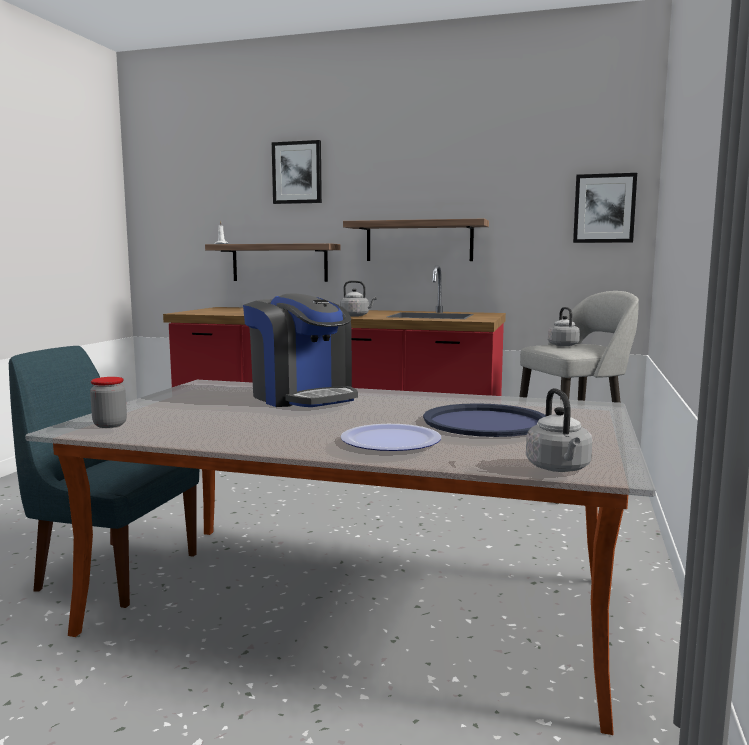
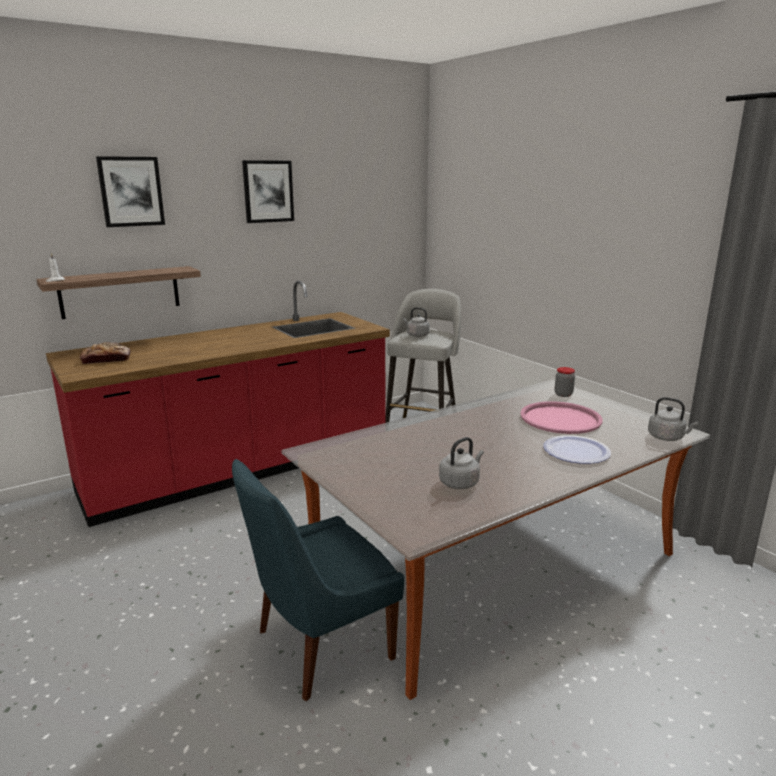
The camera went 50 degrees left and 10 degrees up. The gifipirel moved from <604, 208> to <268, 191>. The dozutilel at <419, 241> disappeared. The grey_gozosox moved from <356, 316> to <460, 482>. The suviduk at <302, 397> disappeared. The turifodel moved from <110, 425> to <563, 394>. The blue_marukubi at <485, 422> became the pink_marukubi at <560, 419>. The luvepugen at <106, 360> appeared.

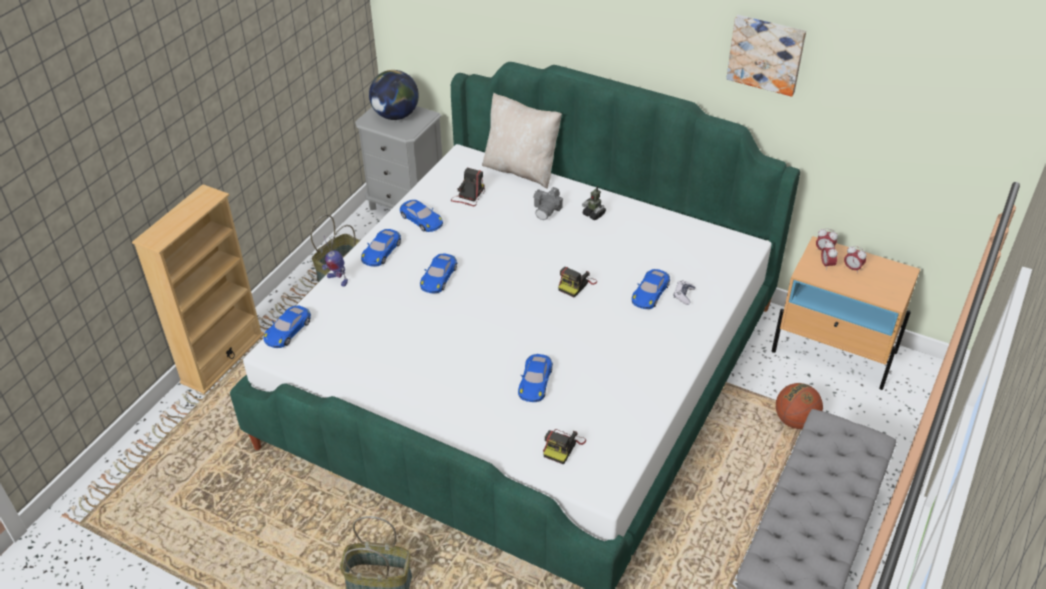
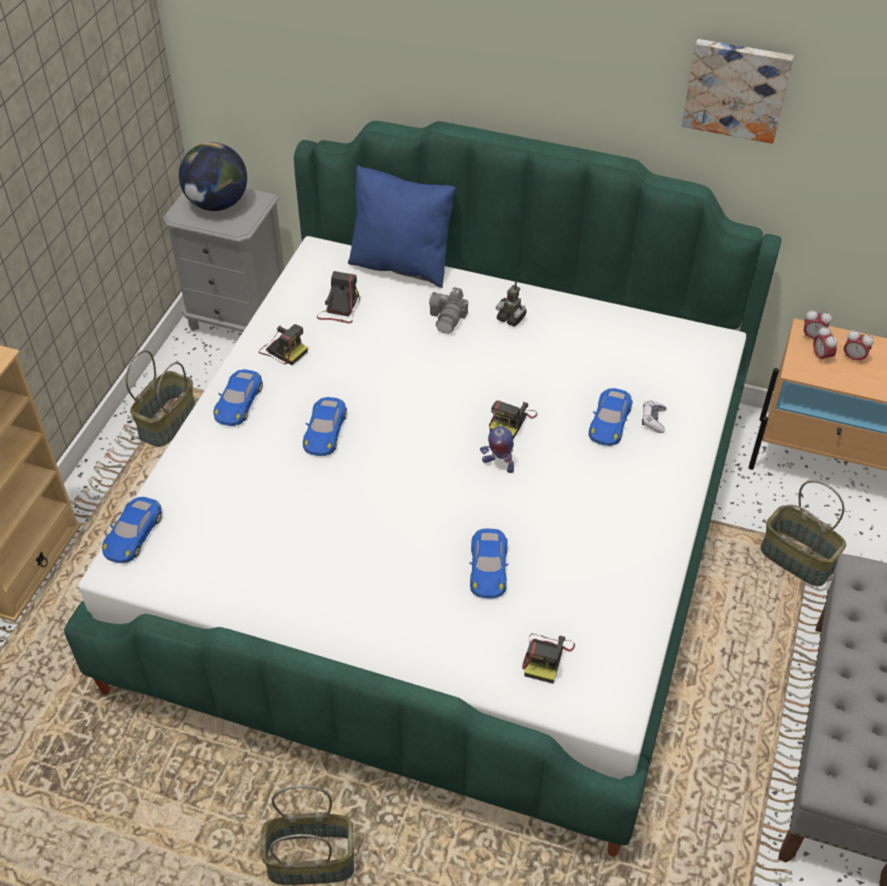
The camera went 10 degrees left and 5 degrees up. The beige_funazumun at <521, 169> became the blue_funazumun at <402, 264>. The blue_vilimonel at <421, 219> was replaced by the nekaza at <283, 349>. The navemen moved from <337, 280> to <498, 464>. The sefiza at <795, 420> was replaced by the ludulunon at <798, 559>.

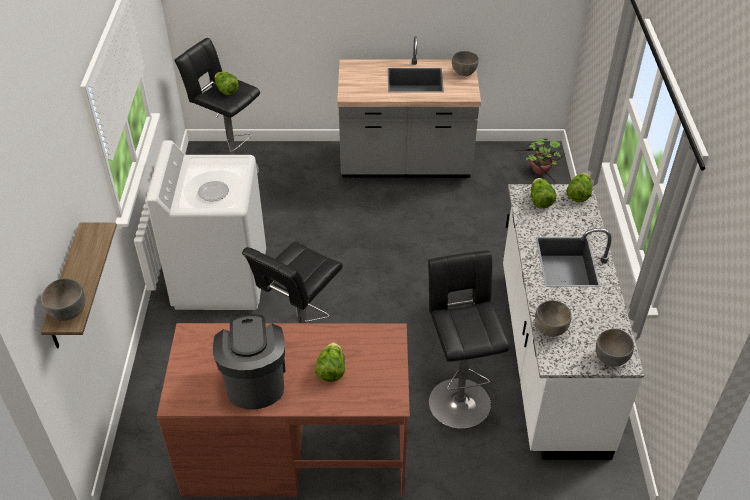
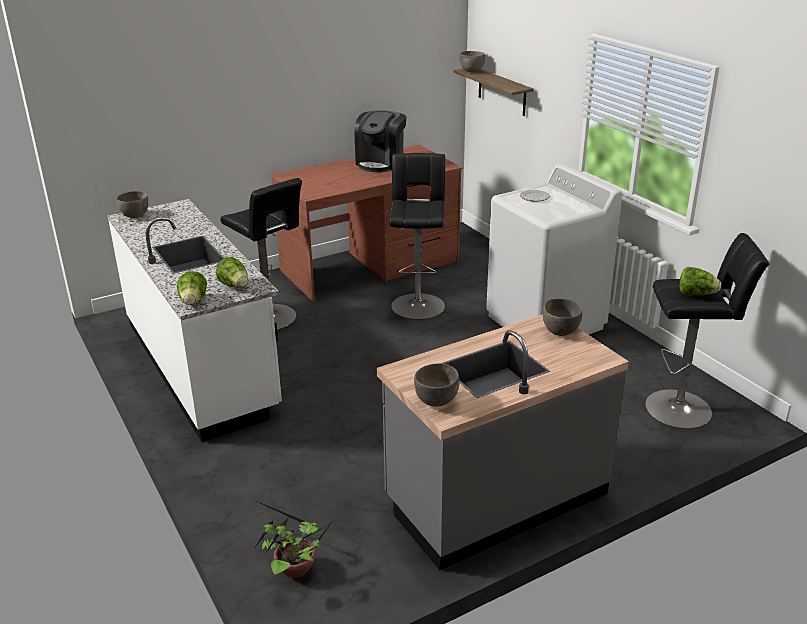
The camera went 150 degrees right and 15 degrees down. The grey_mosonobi moved from <550, 329> to <560, 331>. The suviduk at <254, 380> turned 60 degrees clockwise. The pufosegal at <331, 370> disappeared.

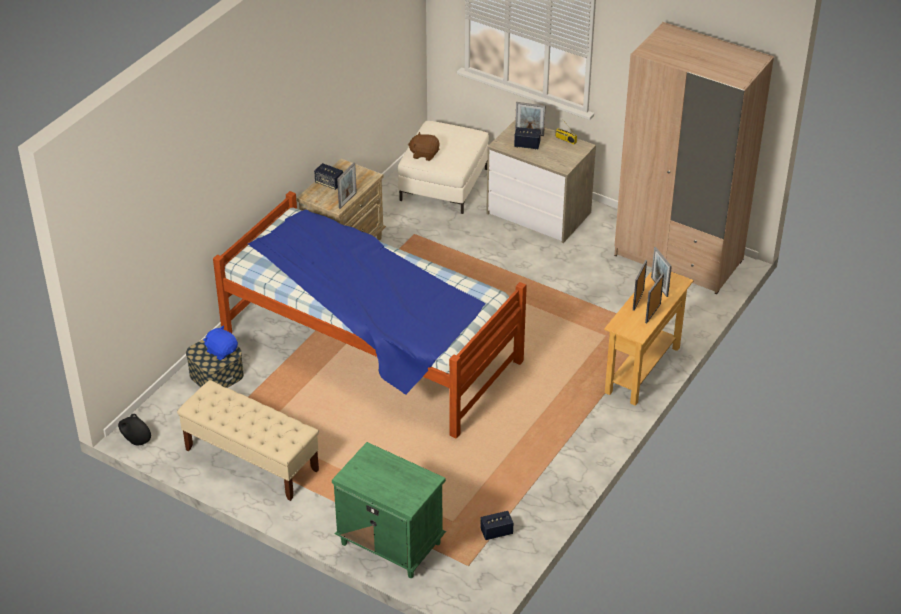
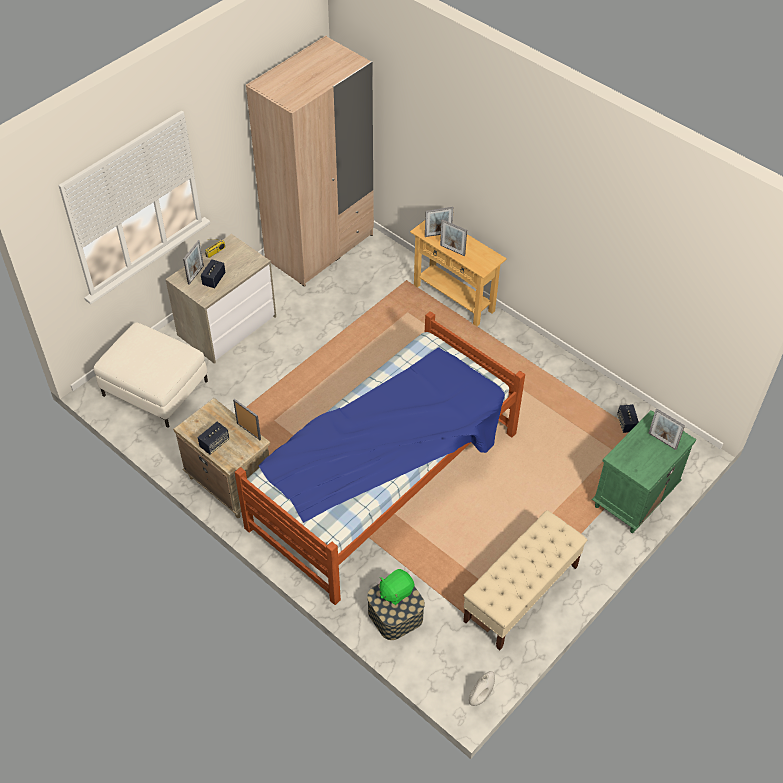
The camera went 80 degrees left and 10 degrees up. The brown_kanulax at <424, 154> disappeared. The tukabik moved from <653, 313> to <662, 441>. The blue_kanulax at <221, 351> became the green_kanulax at <396, 592>. The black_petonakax at <136, 441> became the white_petonakax at <480, 696>.

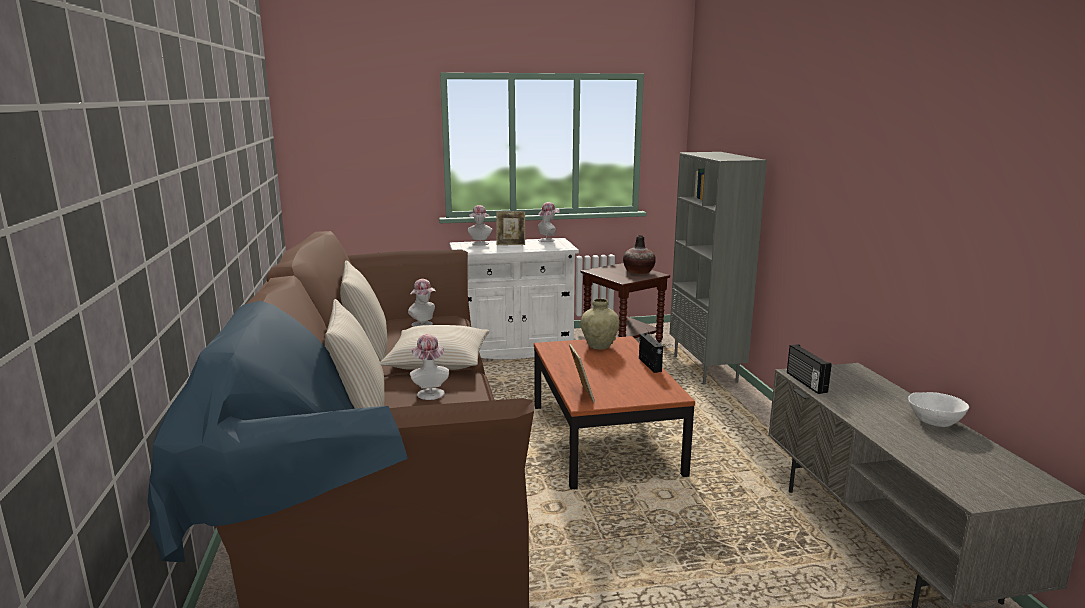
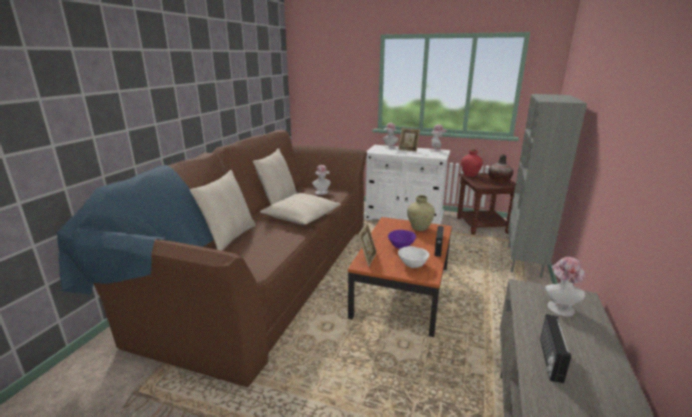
The camera went 30 degrees right and 5 degrees up. The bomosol moved from <430, 392> to <559, 306>. The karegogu moved from <805, 382> to <549, 359>. The white_mosonobi moved from <935, 421> to <413, 264>. The red_petonakax at <470, 175> appeared. The purple_mosonobi at <401, 246> appeared.

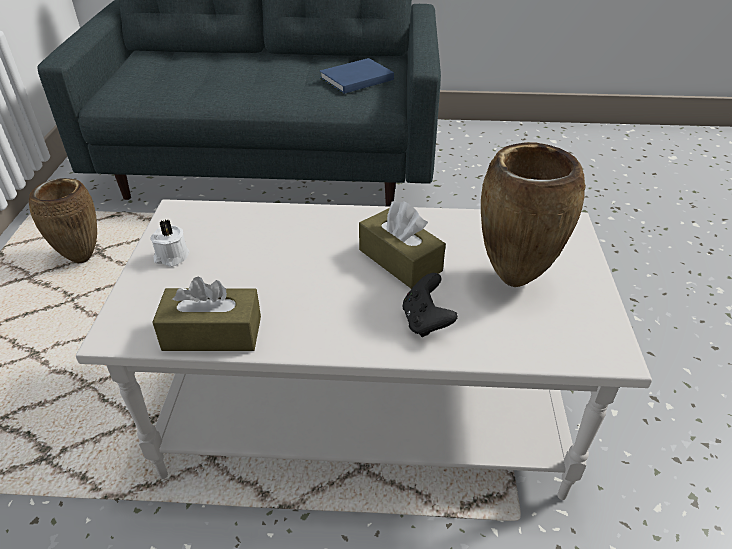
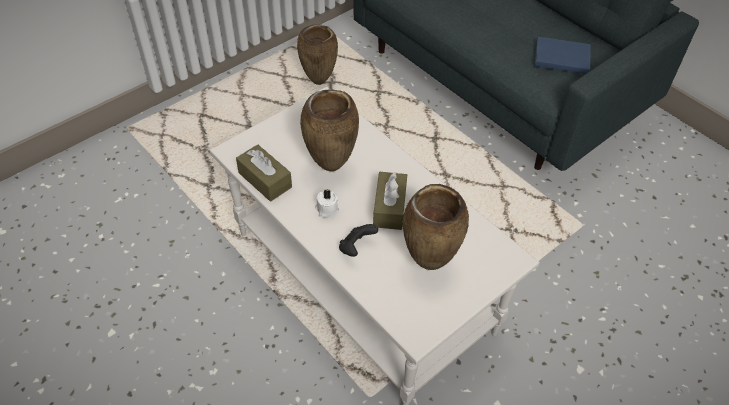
The camera went 45 degrees right and 10 degrees up. The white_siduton moved from <171, 257> to <326, 209>. The brown_petonakax at <330, 165> appeared.

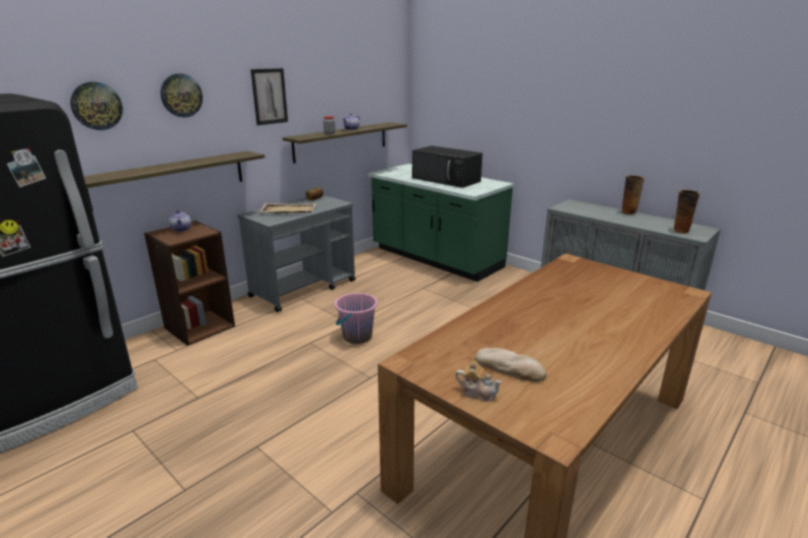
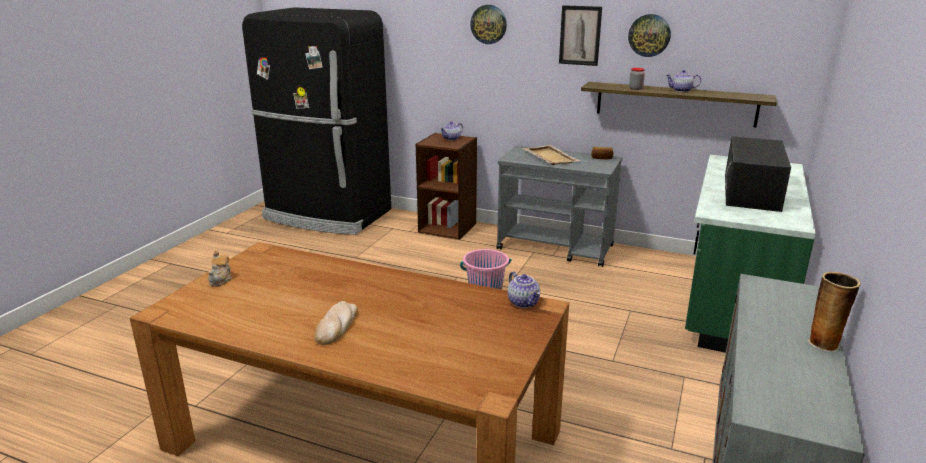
The camera went 70 degrees right and 0 degrees up. The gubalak moved from <96, 106> to <649, 35>. The dozutilel at <170, 179> disappeared. The petonakax at <680, 231> disappeared. The luvepugen moved from <509, 368> to <336, 326>. The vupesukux at <524, 303> appeared.

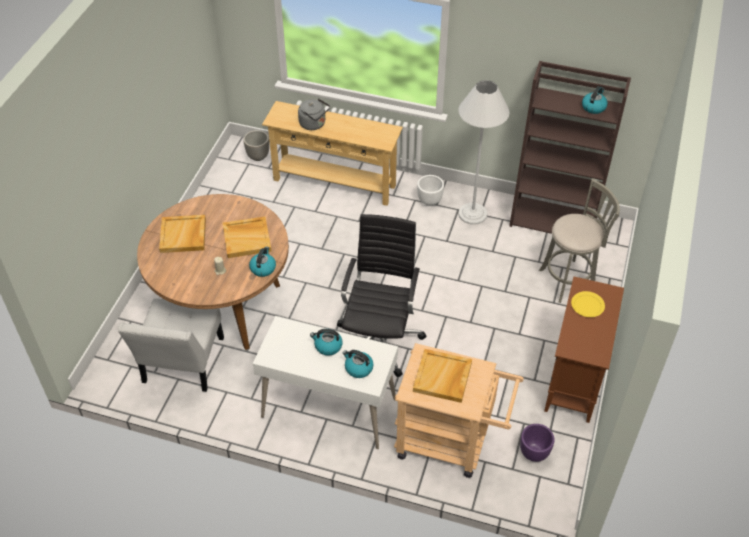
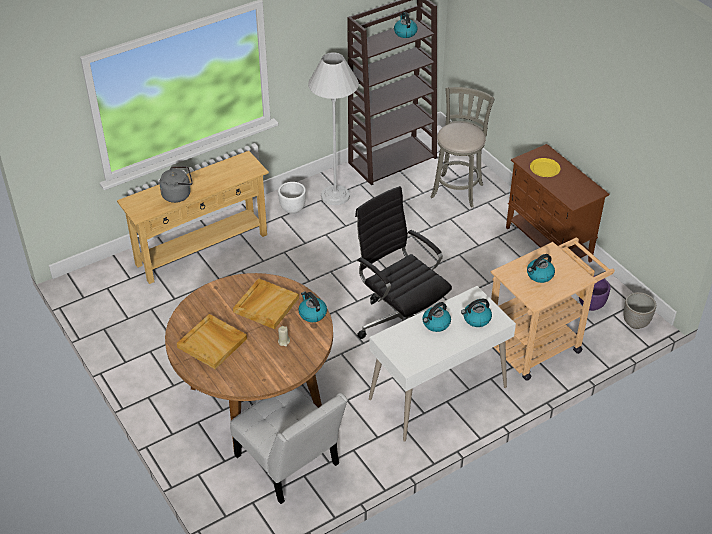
The camera went 50 degrees left and 5 degrees down. The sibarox moved from <258, 156> to <635, 323>. The beige_marukubi at <442, 377> was replaced by the gozosox at <539, 275>.

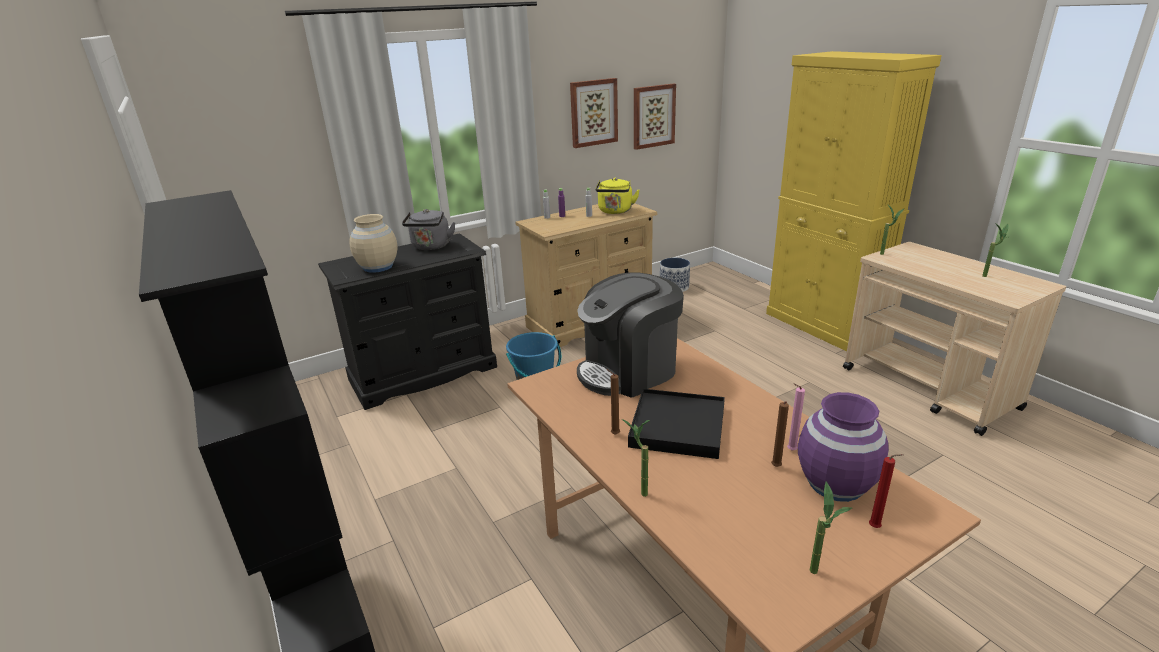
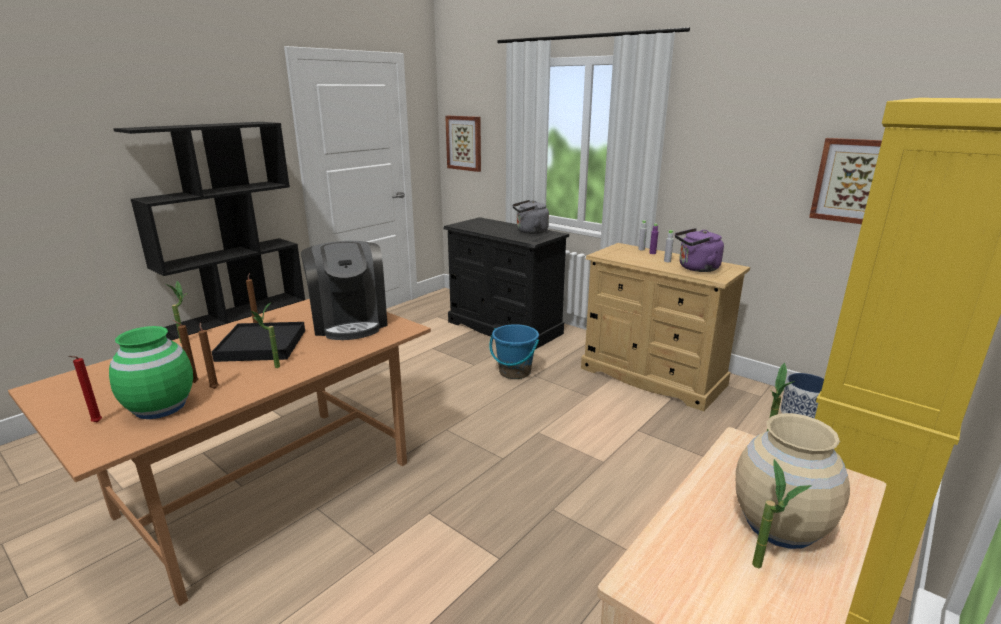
The camera went 70 degrees right and 5 degrees down. The gifipirel moved from <593, 112> to <464, 143>. The yellow_gozosox at <615, 211> became the purple_gozosox at <696, 268>. The beige_petonakax moved from <378, 267> to <780, 525>. The suviduk at <629, 371> turned 150 degrees counterclockwise. The pink_siduton at <790, 450> became the brown_siduton at <214, 388>. The purple_petonakax at <835, 484> became the green_petonakax at <160, 407>. The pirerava moved from <819, 577> to <271, 368>.

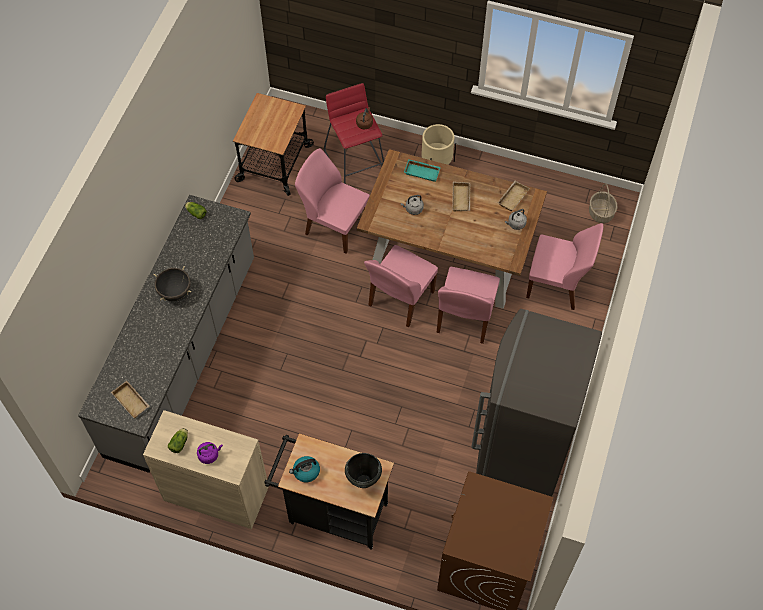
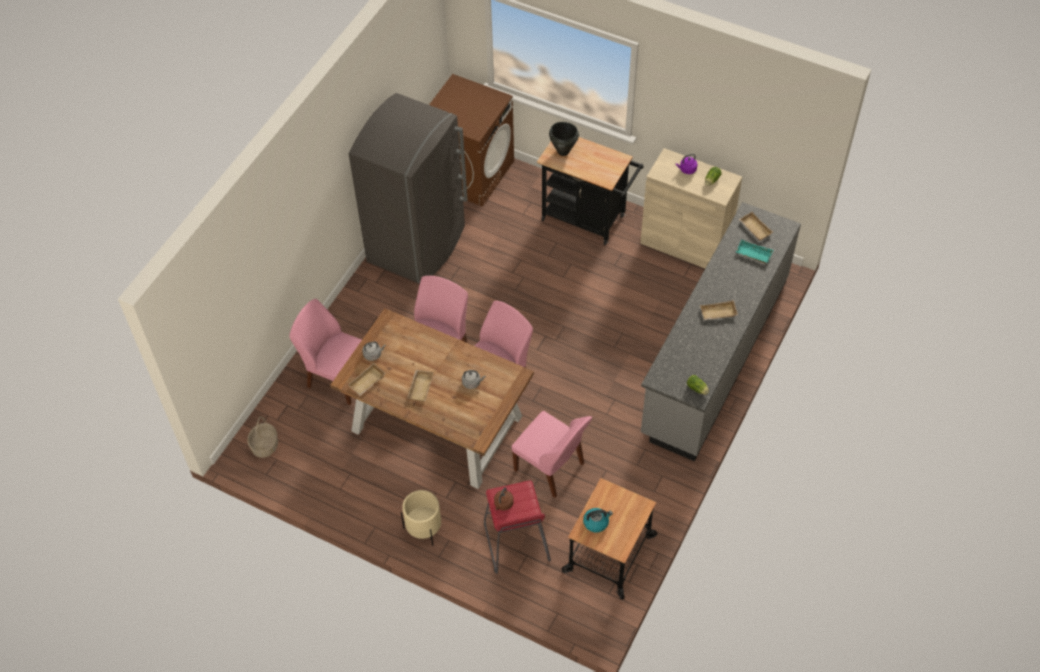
The camera went 170 degrees left and 5 degrees down. The turquoise_marukubi moved from <422, 171> to <753, 254>. The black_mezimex at <175, 292> was replaced by the beige_marukubi at <718, 313>. The gozosox moved from <306, 472> to <596, 522>.

